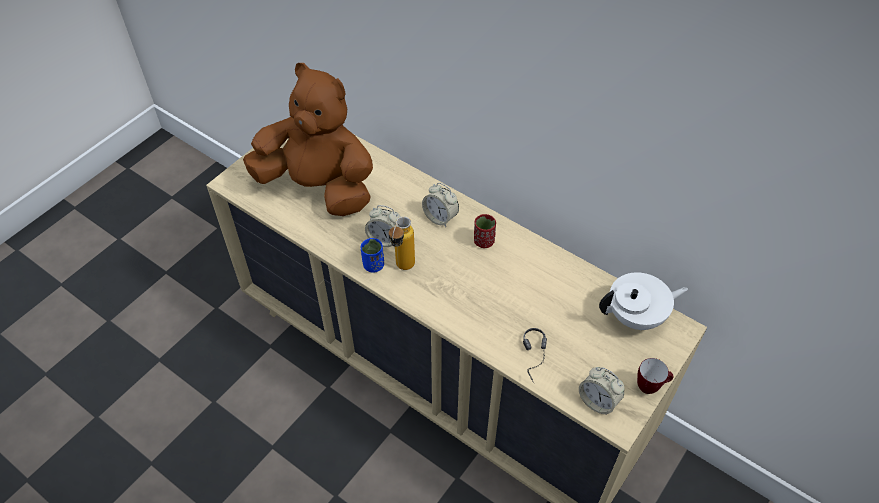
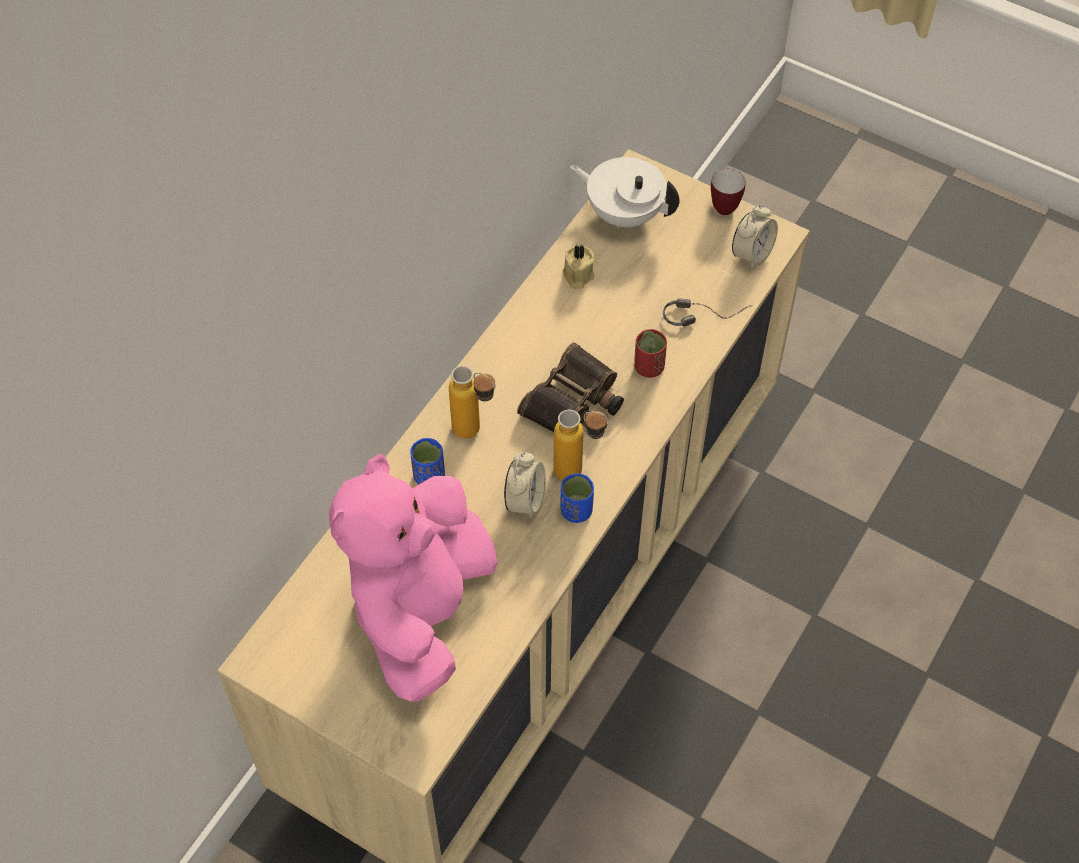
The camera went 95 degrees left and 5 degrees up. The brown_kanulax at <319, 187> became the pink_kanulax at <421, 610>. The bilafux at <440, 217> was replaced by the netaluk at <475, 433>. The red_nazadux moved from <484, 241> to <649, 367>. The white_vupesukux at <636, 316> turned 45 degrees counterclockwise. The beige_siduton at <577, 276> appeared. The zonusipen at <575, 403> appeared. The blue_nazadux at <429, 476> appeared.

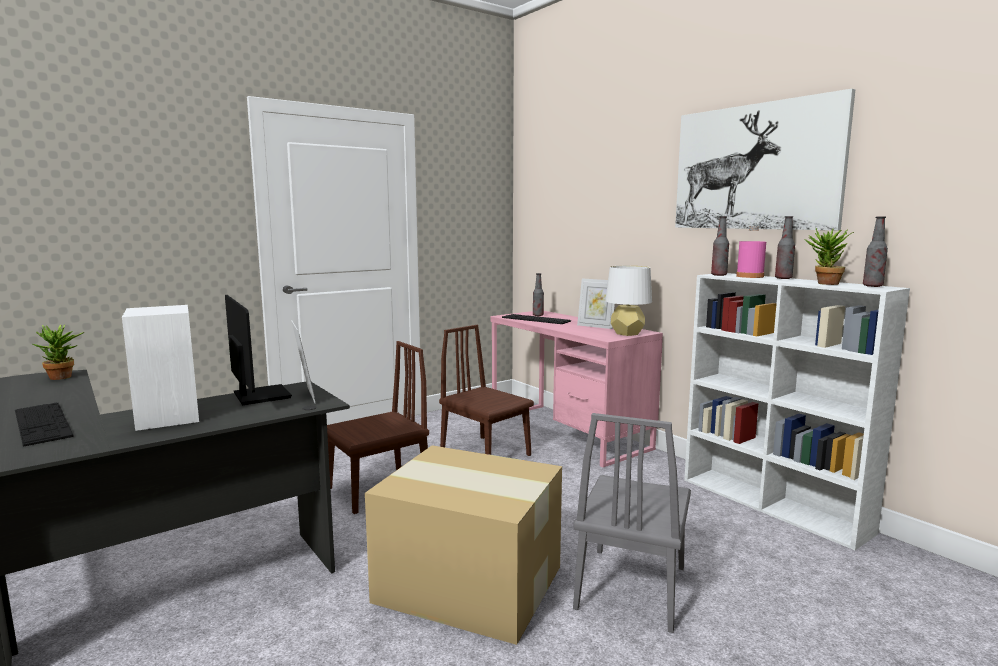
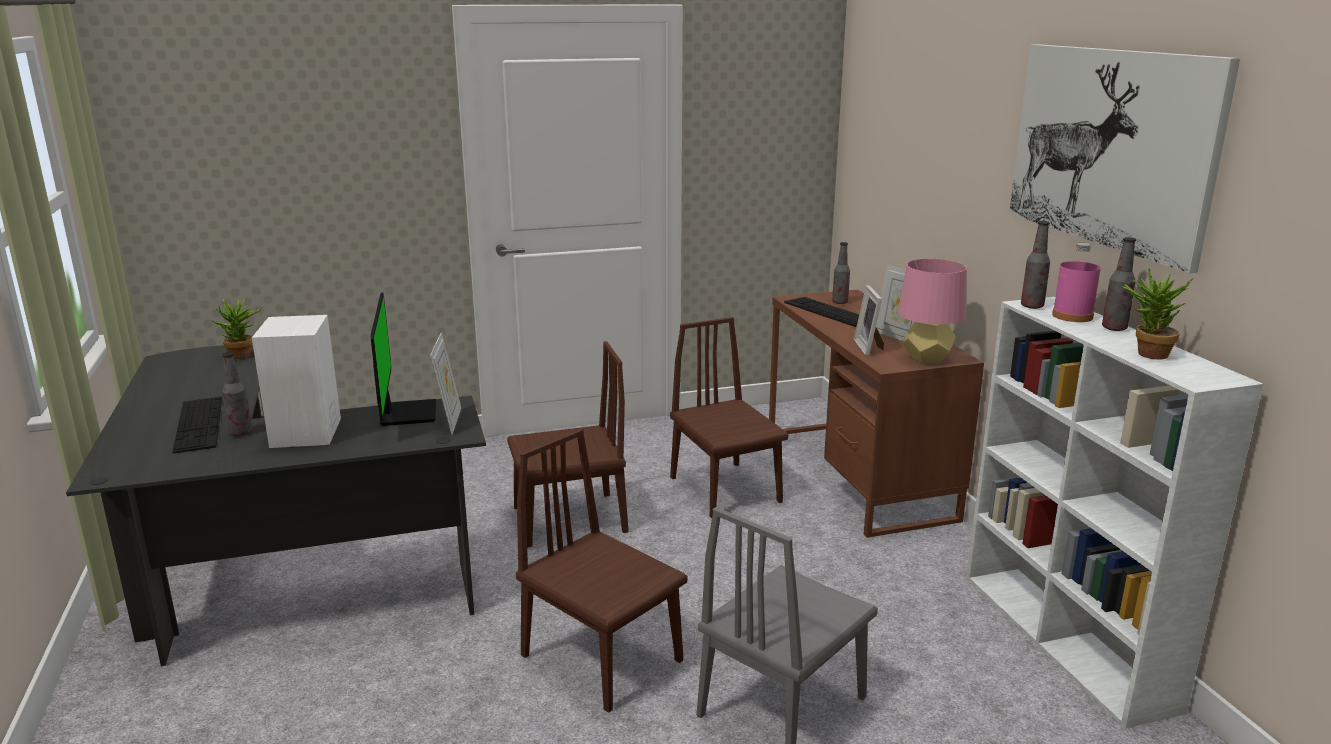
The camera went 20 degrees right and 10 degrees up. The netaluk moved from <872, 286> to <241, 433>. The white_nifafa at <627, 333> became the pink_nifafa at <927, 359>. The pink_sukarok at <567, 432> became the brown_sukarok at <856, 474>. The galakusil at <467, 582> was replaced by the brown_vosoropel at <602, 658>. The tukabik at <870, 347> appeared.

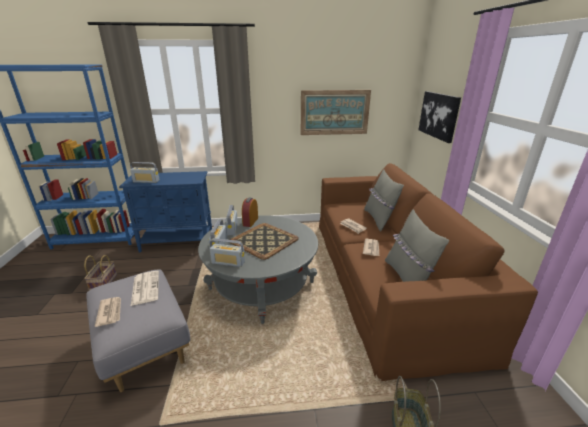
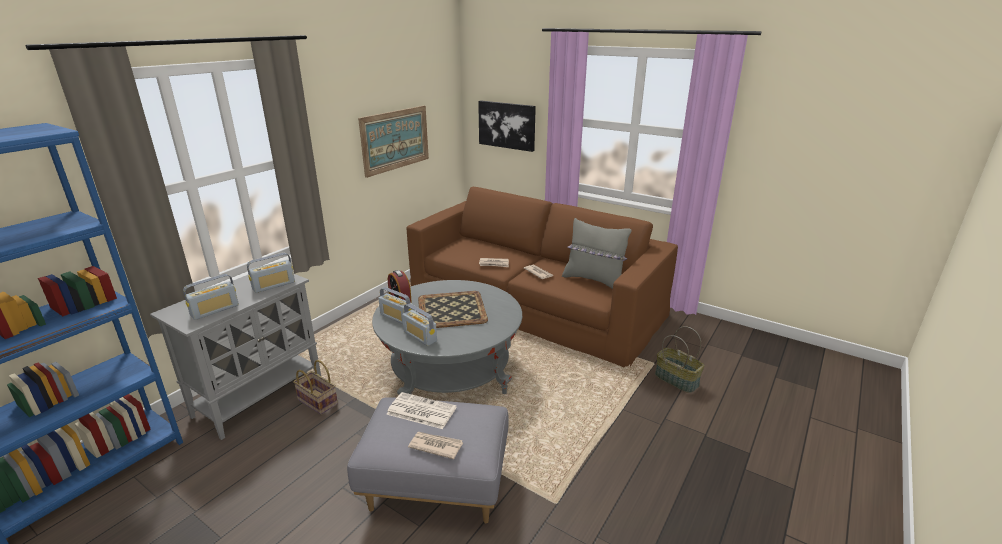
The camera went 50 degrees left and 0 degrees up. The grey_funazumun at <379, 219> disappeared. The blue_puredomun at <178, 242> became the grey_puredomun at <260, 395>. The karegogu moved from <228, 262> to <274, 285>. The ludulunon moved from <103, 282> to <316, 402>.

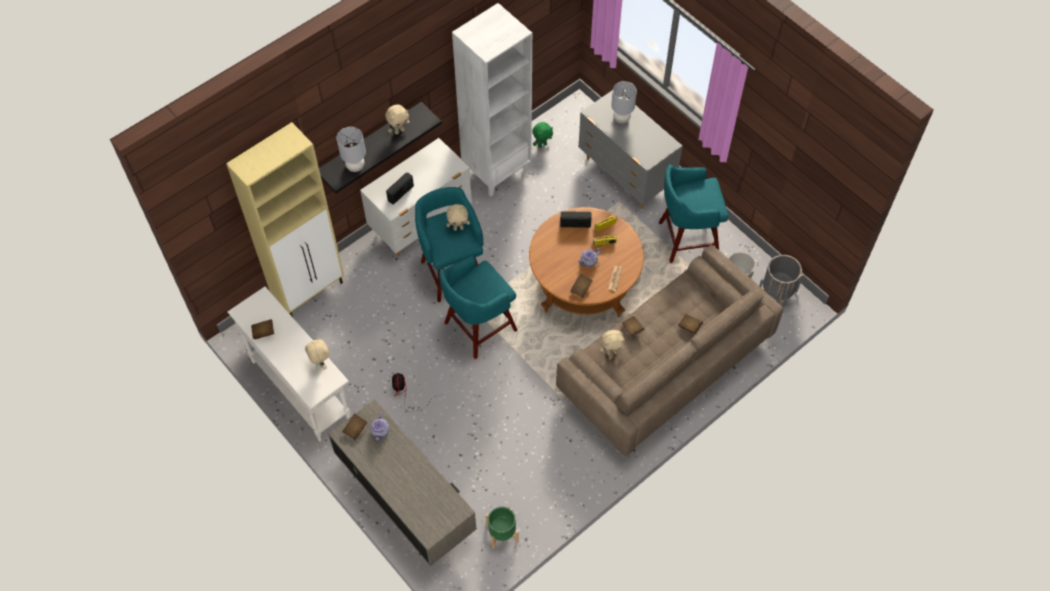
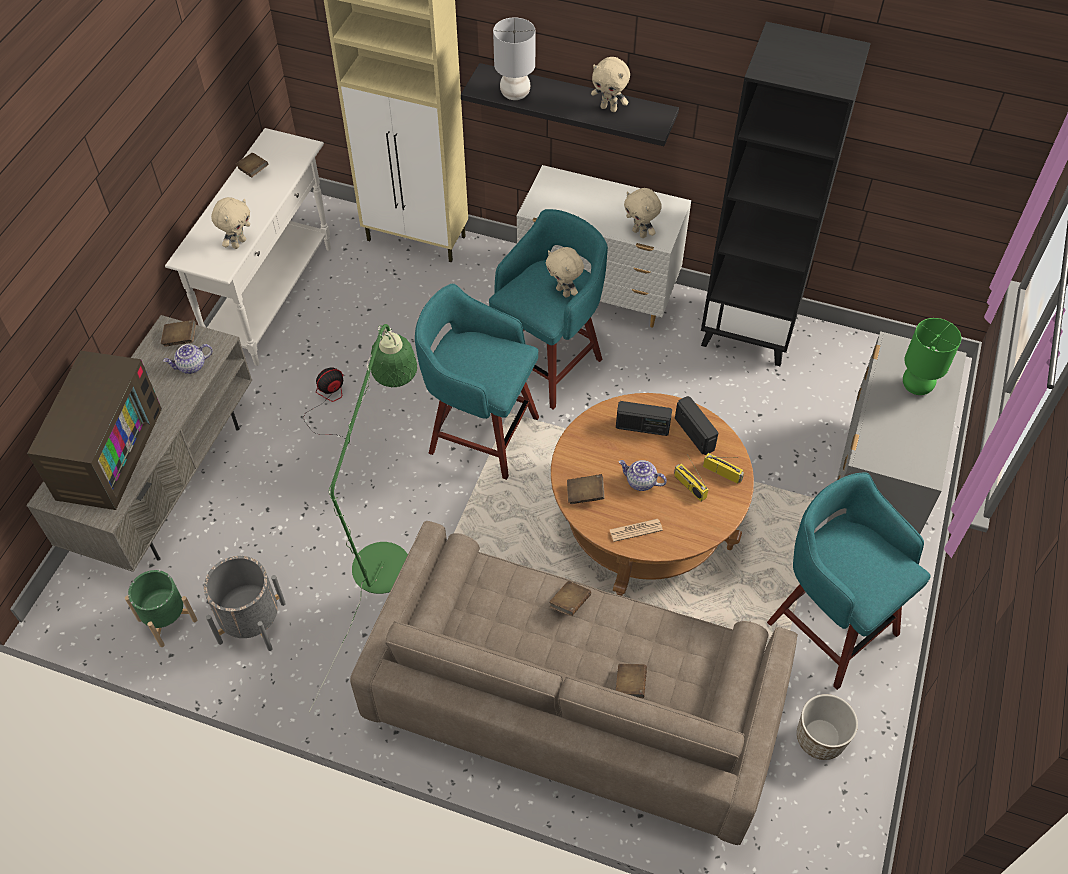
The camera went 60 degrees right and 5 degrees down. The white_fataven at <496, 170> became the black_fataven at <749, 331>. The grey_nifafa at <622, 118> became the green_nifafa at <916, 387>. The green_kanulax at <542, 144> disappeared. The karegogu moved from <401, 193> to <642, 427>. The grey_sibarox moved from <776, 292> to <252, 622>. The beige_kanulax moved from <611, 352> to <640, 233>. The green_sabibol at <387, 554> appeared. The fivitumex at <106, 451> appeared.

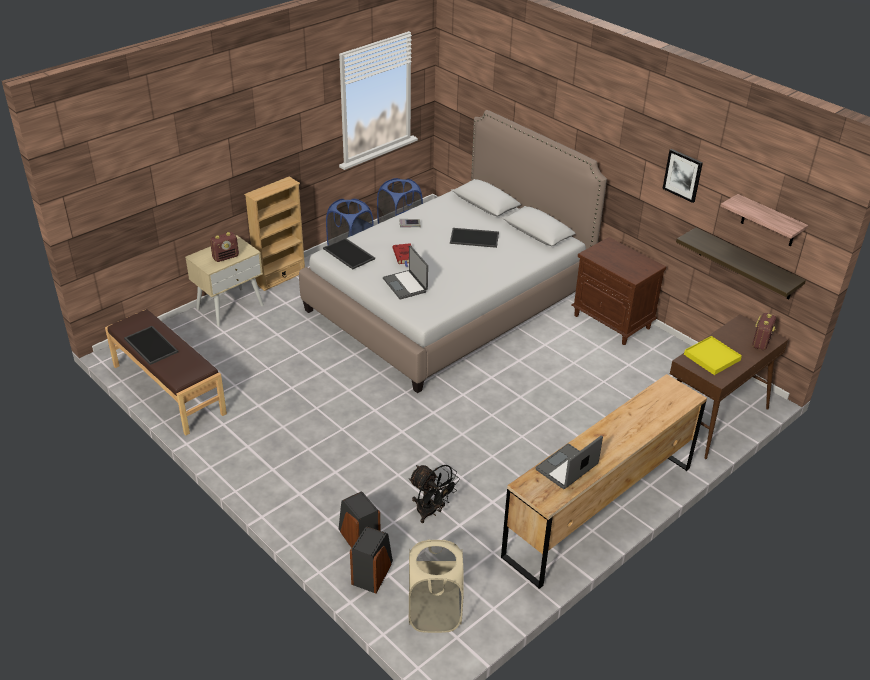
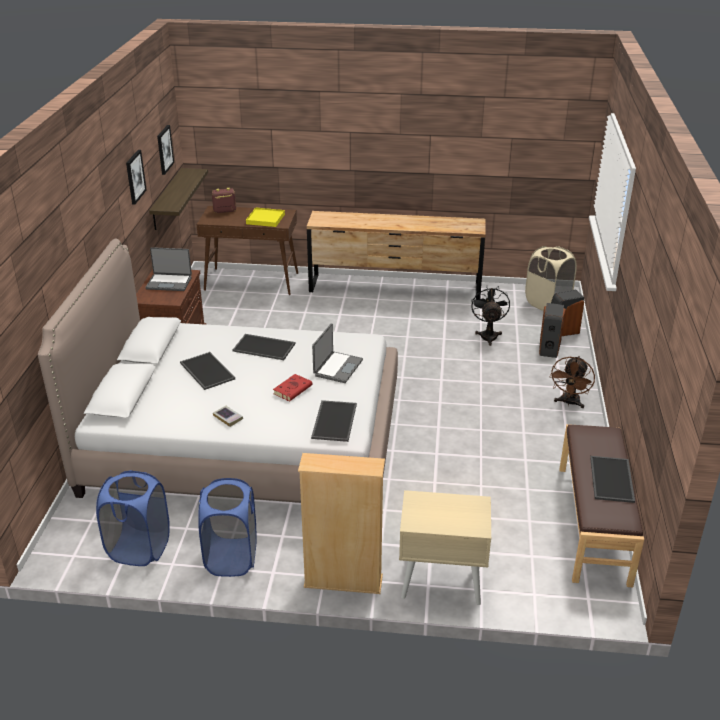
The camera went 130 degrees left and 5 degrees down. The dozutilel at <769, 221> was replaced by the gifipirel at <164, 149>. The karegogu at <226, 257> disappeared. The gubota moved from <567, 468> to <169, 283>. The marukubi at <265, 347> appeared. The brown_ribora at <569, 403> appeared.

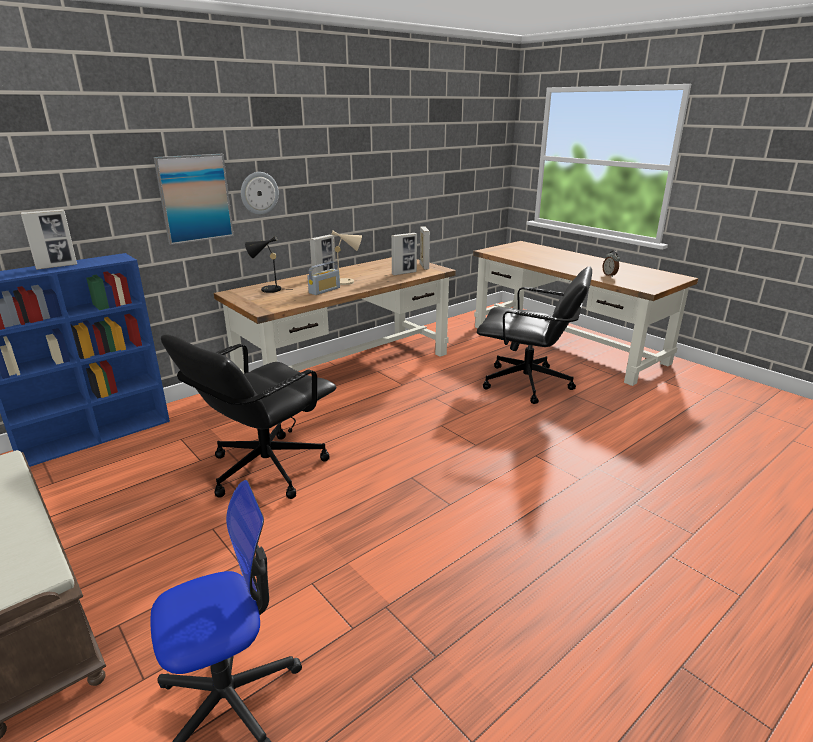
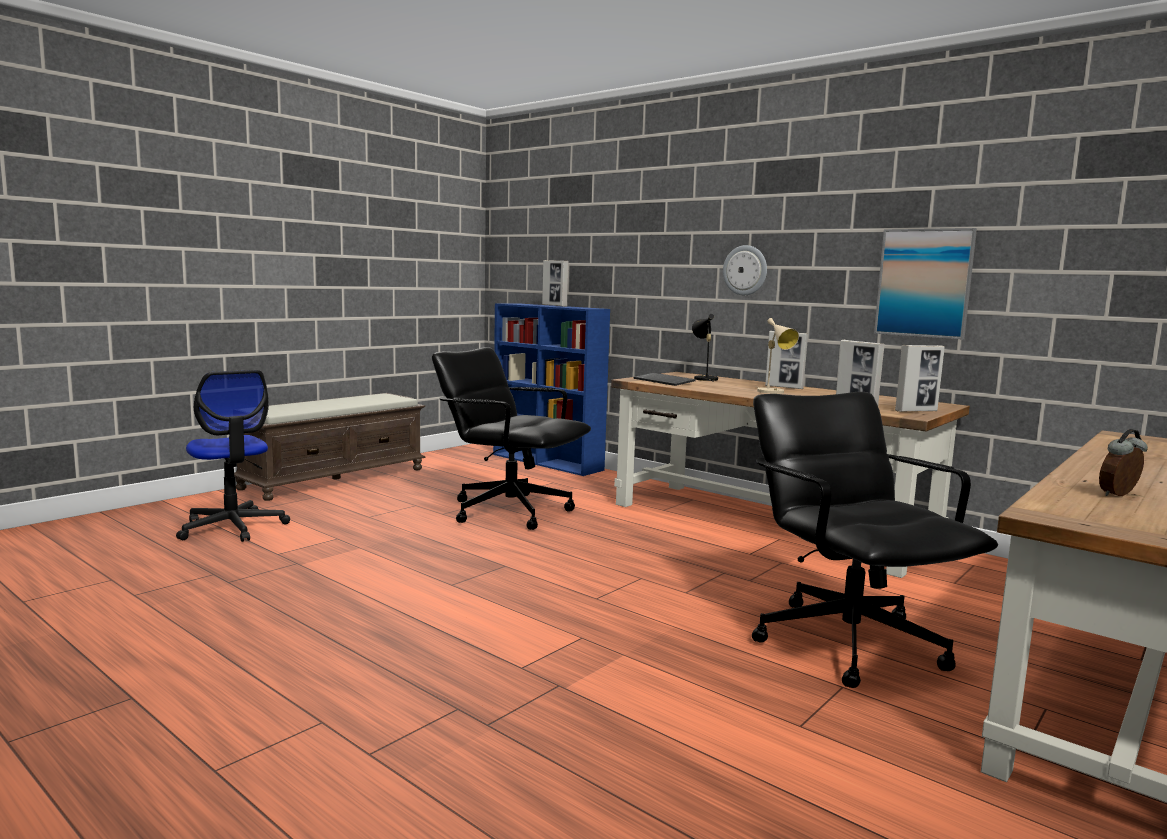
The camera went 80 degrees right and 15 degrees down. The gifipirel moved from <195, 198> to <924, 283>. The karegogu at <324, 290> disappeared. The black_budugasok at <527, 384> turned 150 degrees clockwise. The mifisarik at <665, 381> appeared.

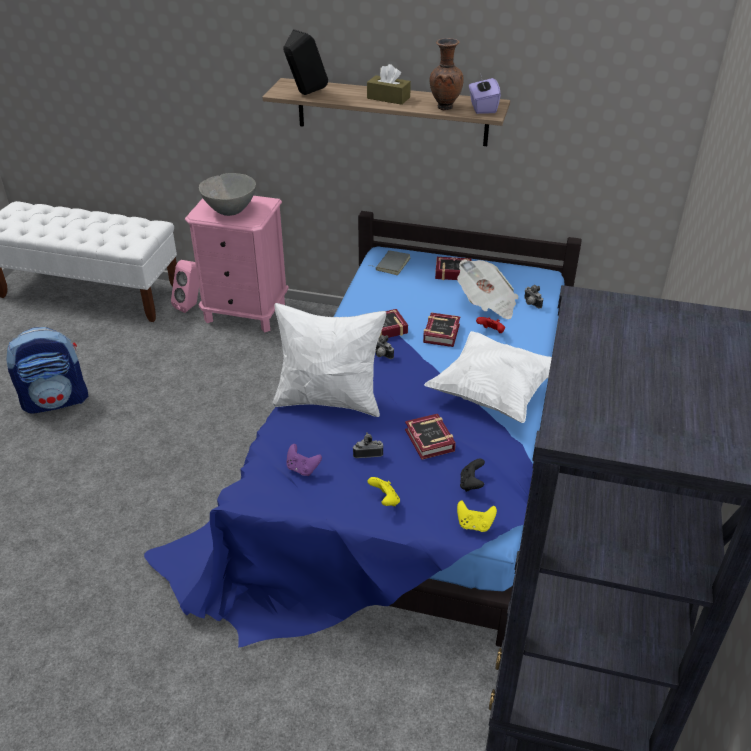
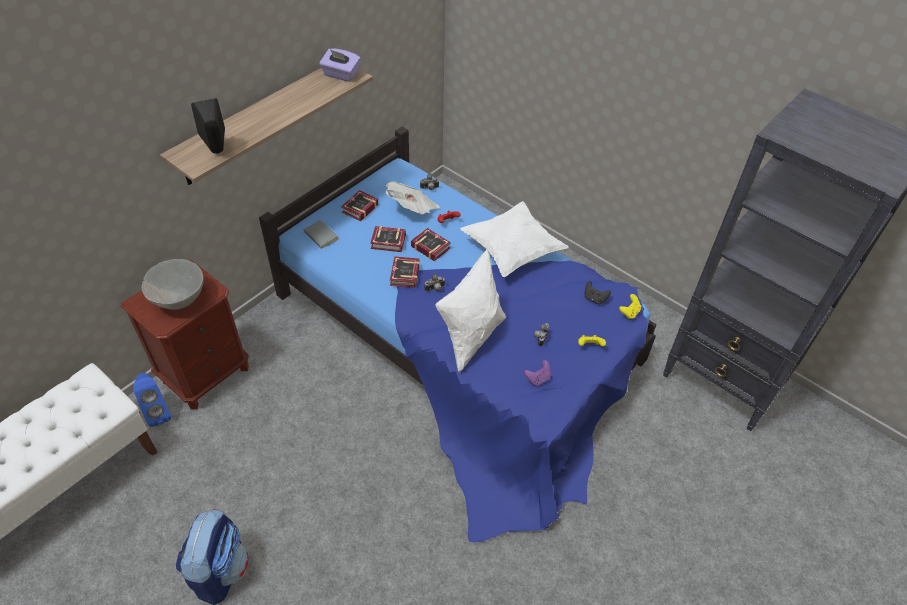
The camera went 65 degrees left and 10 degrees up. The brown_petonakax at <444, 107> disappeared. The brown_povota at <388, 98> disappeared. The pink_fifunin at <245, 312> became the brown_fifunin at <206, 374>. The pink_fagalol at <191, 306> became the blue_fagalol at <158, 412>. The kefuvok moved from <429, 442> to <389, 242>.

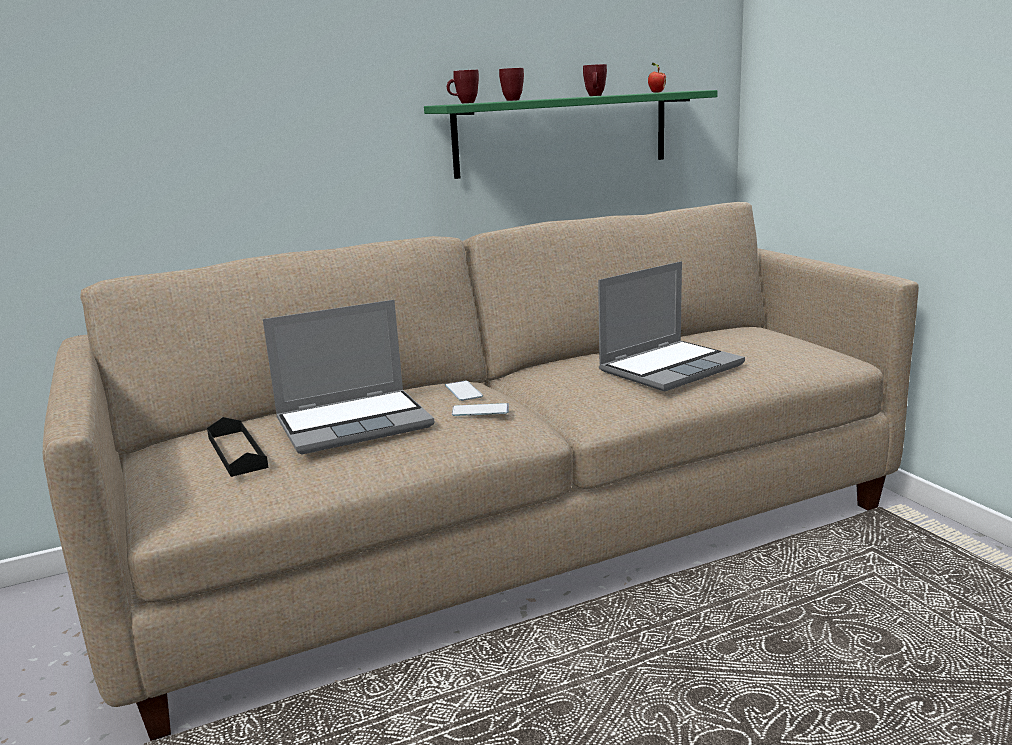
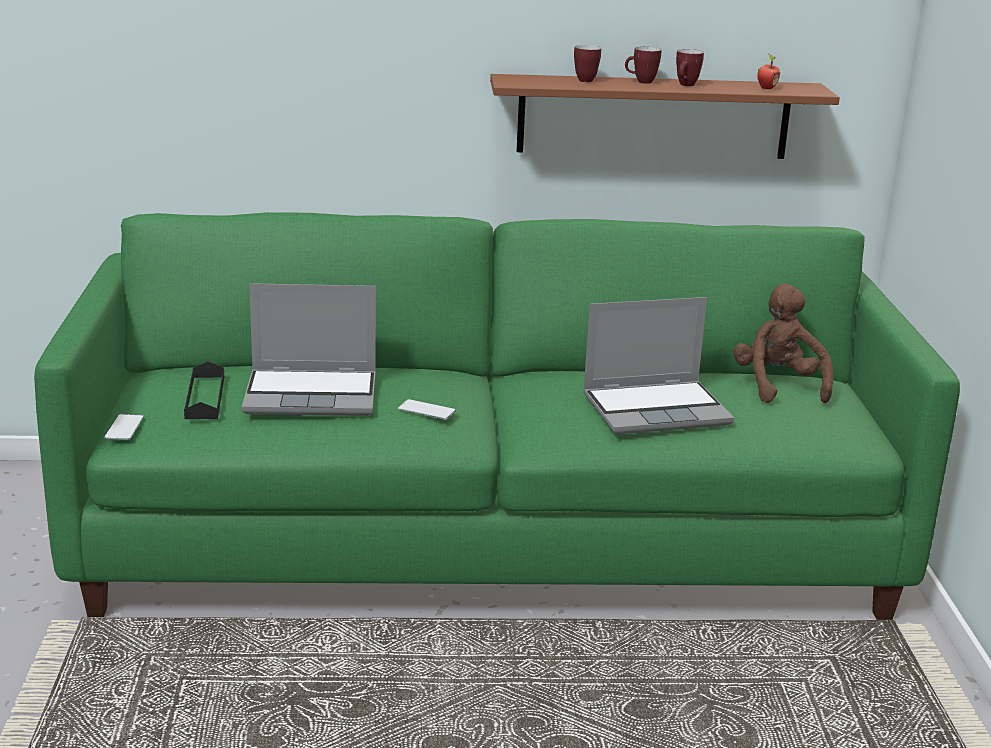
The camera went 20 degrees right and 5 degrees up. The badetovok moved from <464, 103> to <641, 82>. The green_dozutilel at <563, 133> became the brown_dozutilel at <653, 117>. The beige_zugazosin at <515, 536> became the green_zugazosin at <489, 540>. The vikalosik moved from <463, 391> to <124, 427>. The brown_kanulax at <778, 386> appeared.

